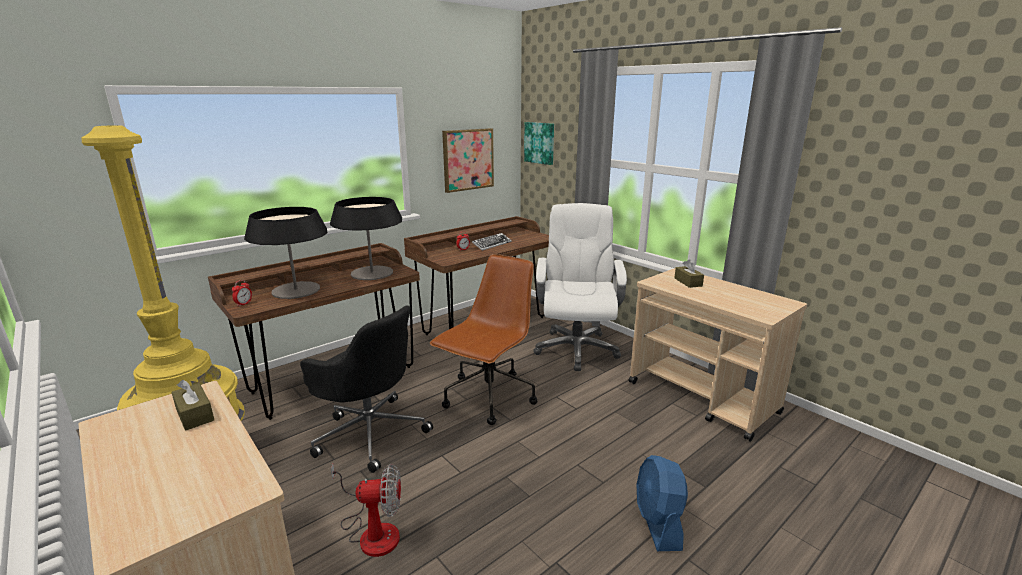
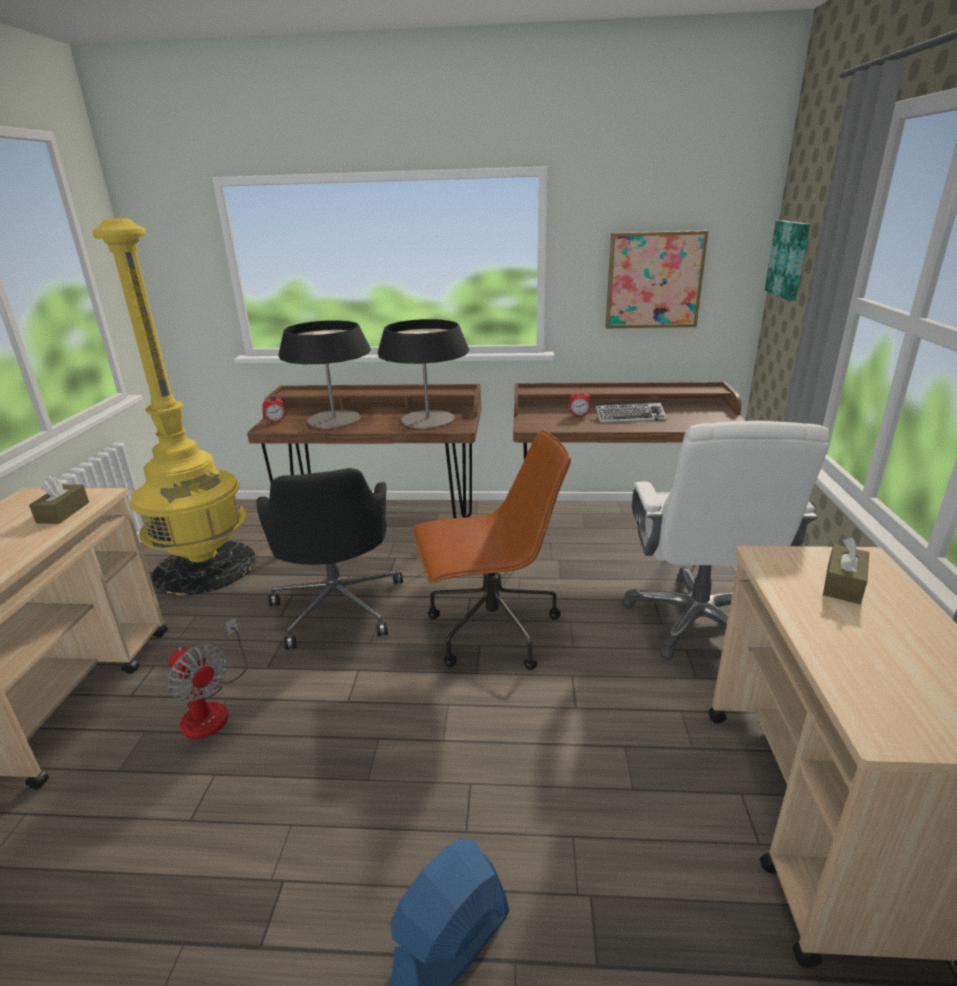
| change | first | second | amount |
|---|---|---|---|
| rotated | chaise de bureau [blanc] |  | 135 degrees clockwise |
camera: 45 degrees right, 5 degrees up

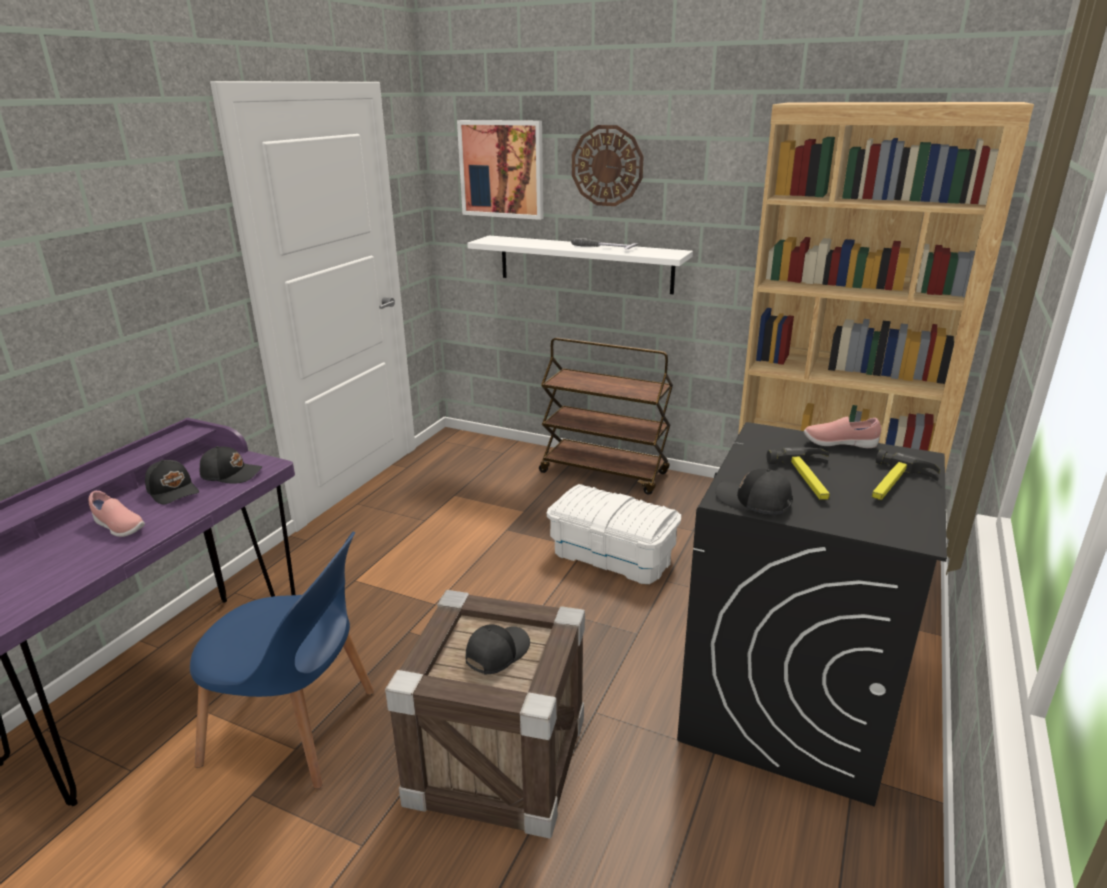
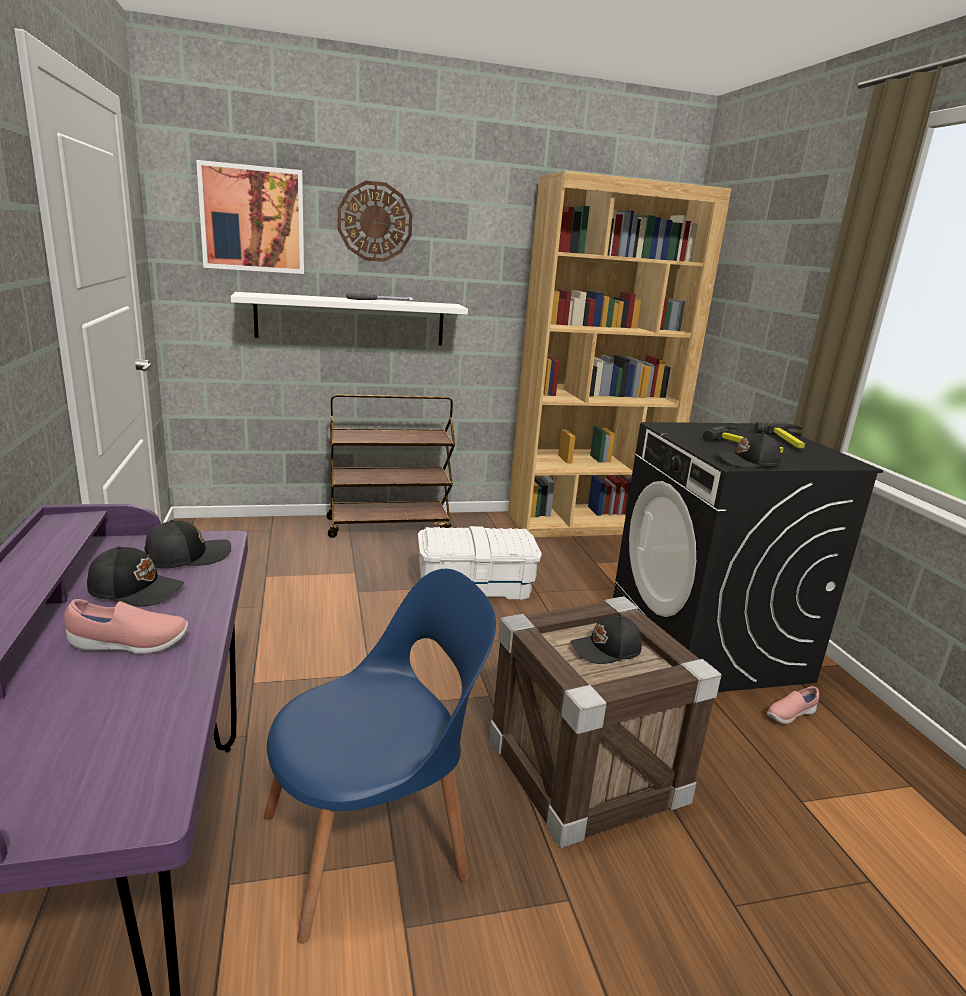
| change | first | second | amount |
|---|---|---|---|
| rotated | casquette [noir] (no. 3 from left) |  | 105 degrees counterclockwise |
| shifted | chaussure [rose] (no. 2 from left) |  |  |
camera: 40 degrees left, 5 degrees down

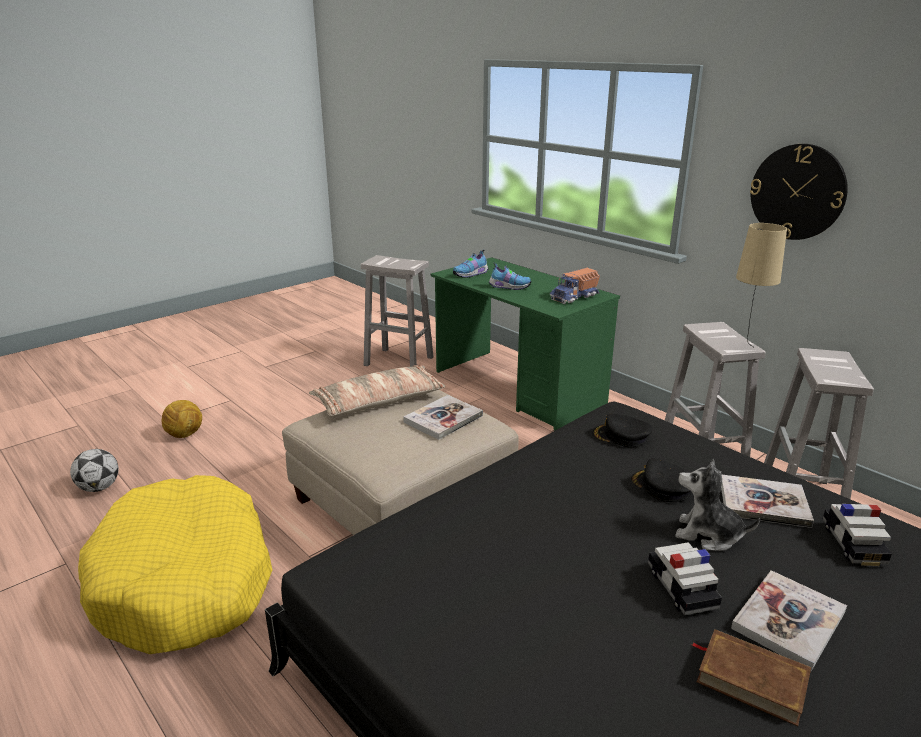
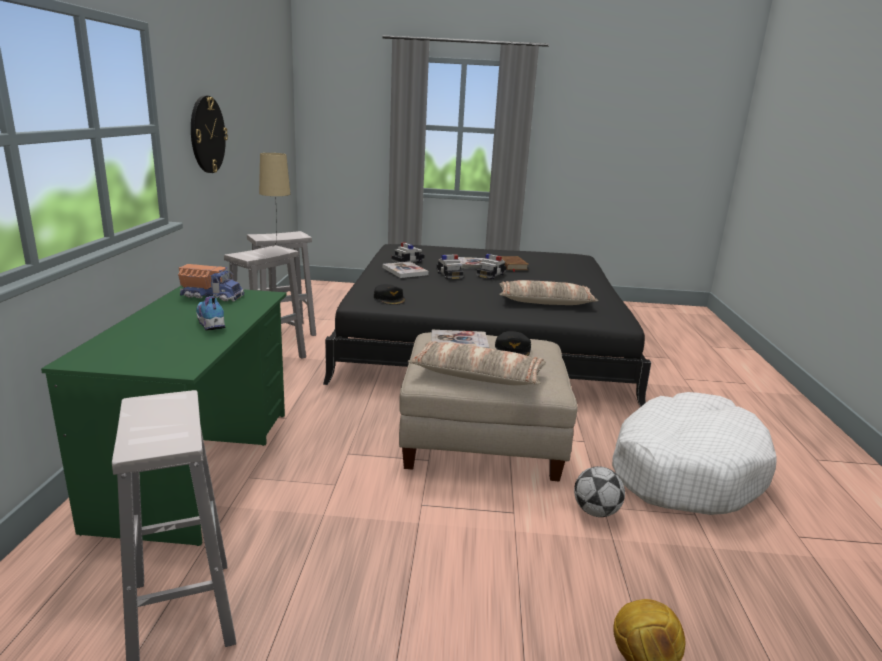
| change | first | second | amount |
|---|---|---|---|
| swapped | peluche | petite voiture (no. 2 from left) |  |
| shifted | casquette [noir] (no. 2 from left) |  |  |
| new |  | coussin (no. 2 from left) |  |
| shifted | ballon de foot (no. 1 from left) |  |  |
| repainted | panier pour chien [jaune] | panier pour chien [blanc] |  |
| gone | chaussure (no. 1 from left) |  |  |
camera: 135 degrees left, 5 degrees down

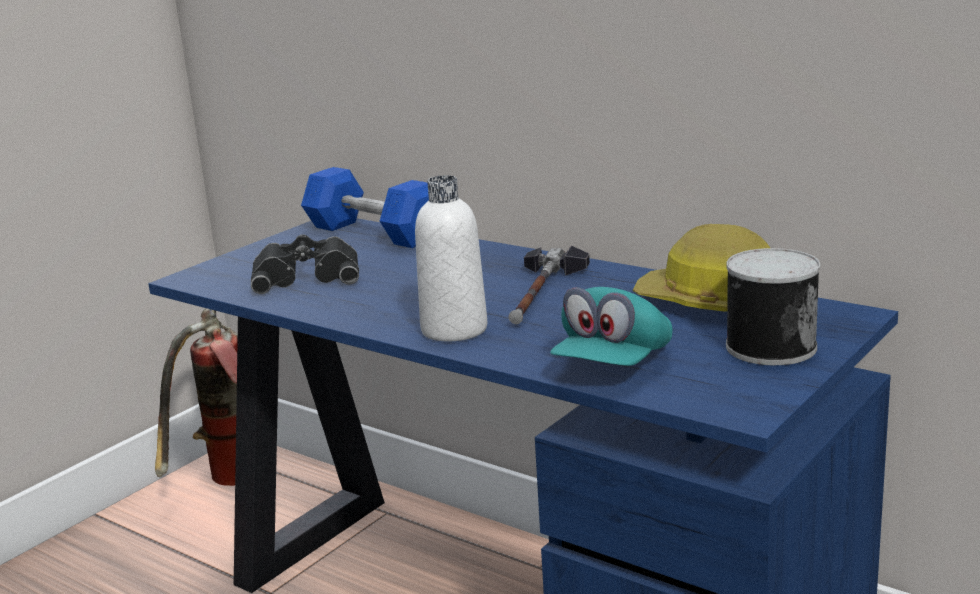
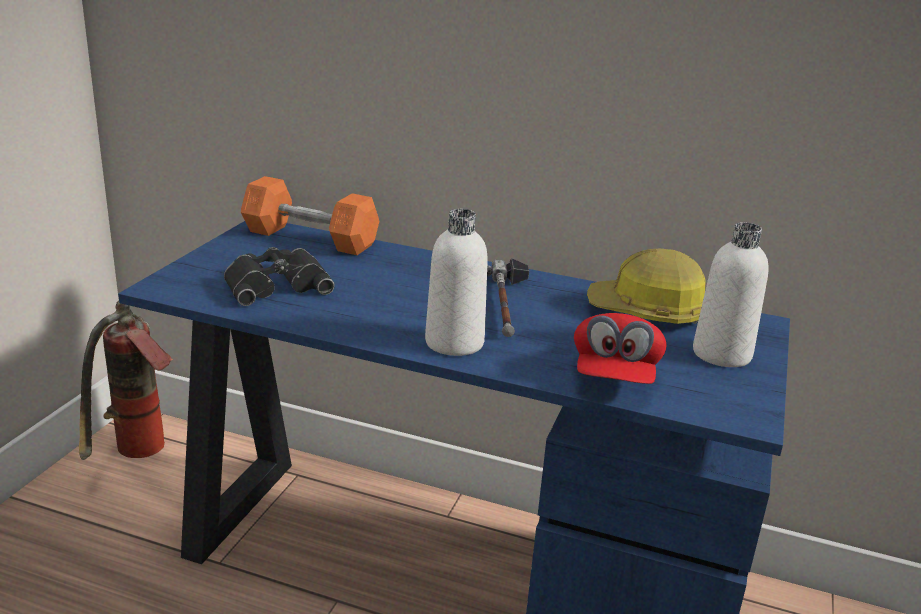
| change | first | second | amount |
|---|---|---|---|
| repainted | haltère [bleu] | haltère [orange] |  |
| repainted | casquette [turquoise] | casquette [rouge] |  |
| swapped | boîte métallique | bouteille [blanc] (no. 2 from left) |  |
camera: 20 degrees left, 5 degrees up

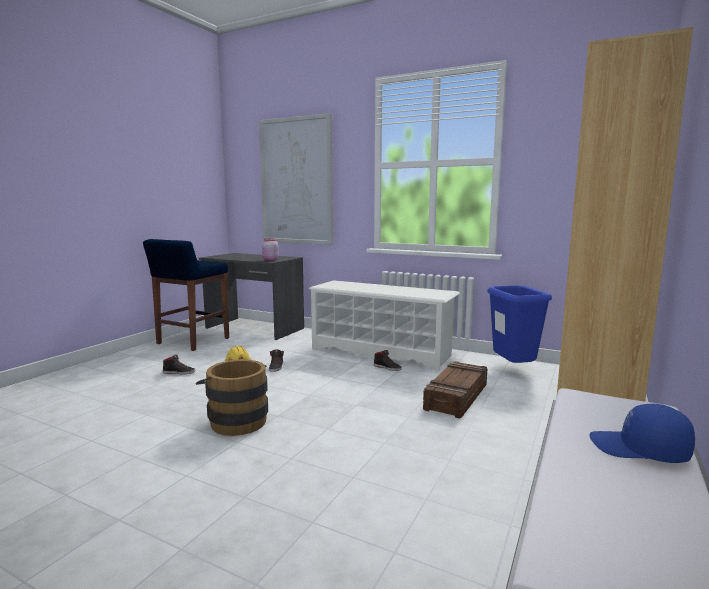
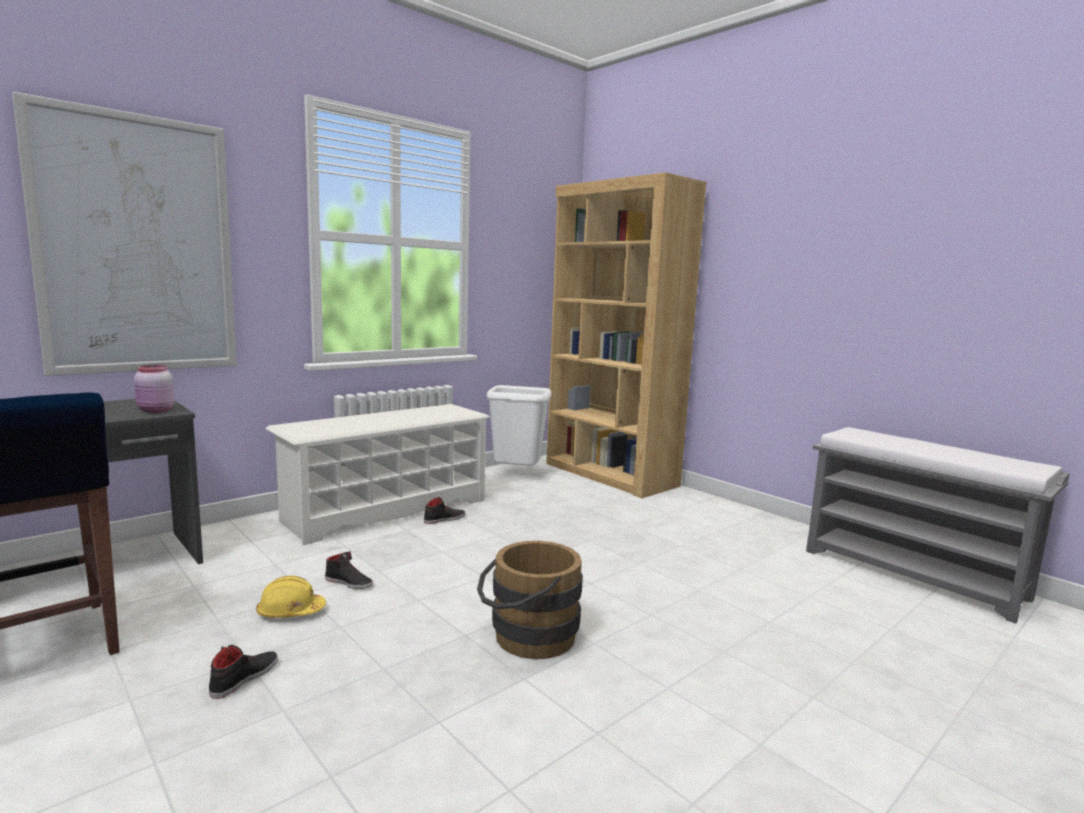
| change | first | second | amount |
|---|---|---|---|
| repainted | poubelle [bleu] | poubelle [blanc] |  |
| gone | caisse |  |  |
| gone | casquette [bleu] |  |  |
camera: 70 degrees left, 0 degrees up

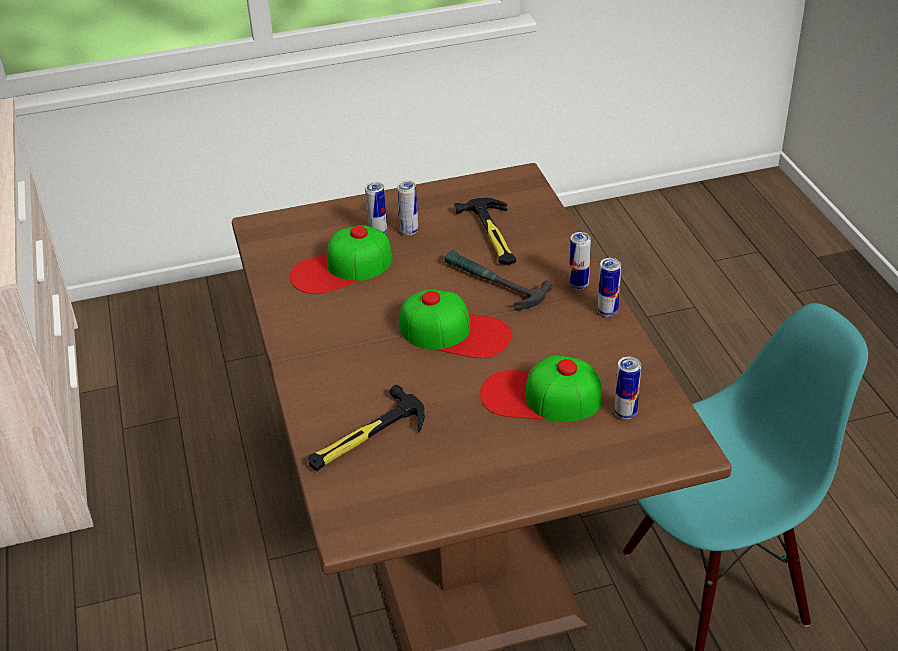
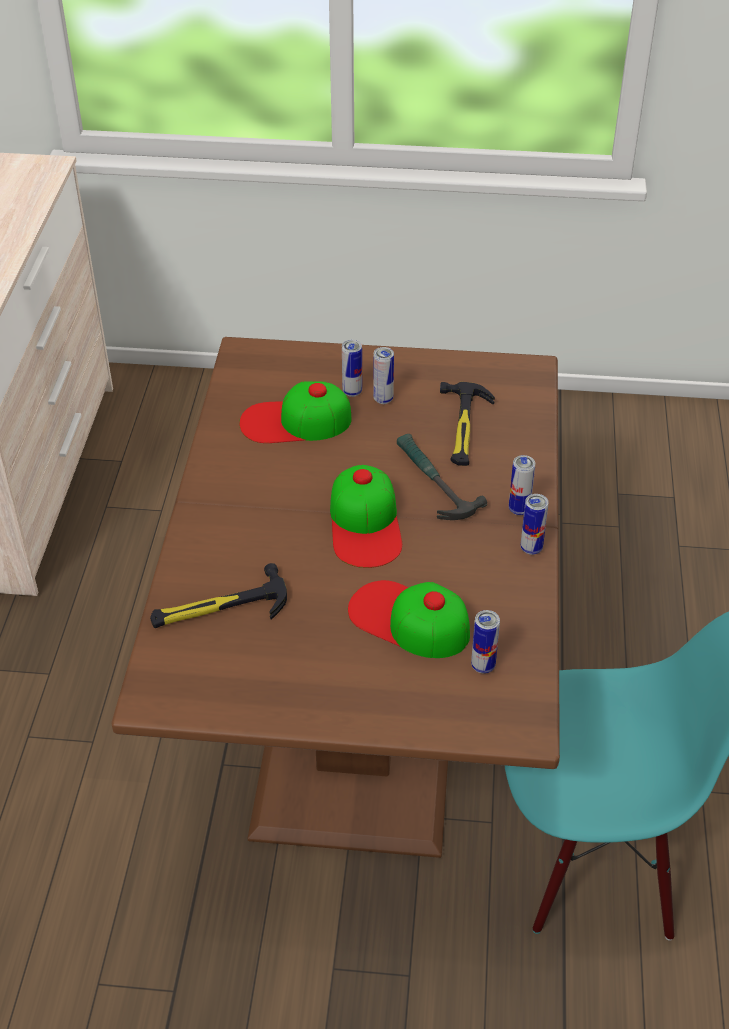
| change | first | second | amount |
|---|---|---|---|
| rotated | casquette (no. 2 from left) |  | 45 degrees clockwise |
camera: 20 degrees right, 5 degrees up

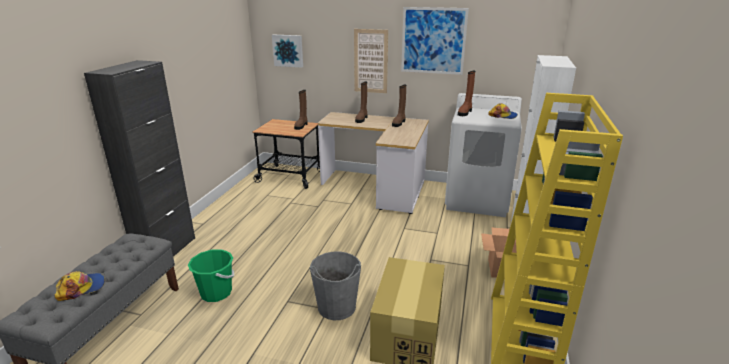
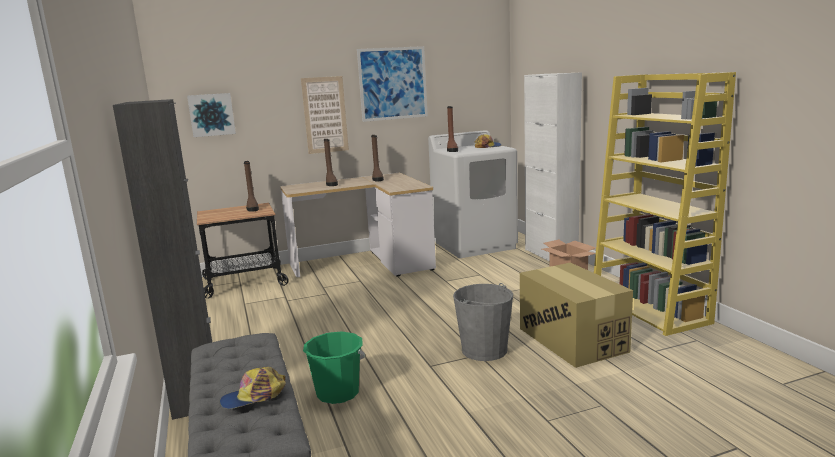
| change | first | second | amount |
|---|---|---|---|
| rotated | casquette (no. 1 from left) |  | 135 degrees counterclockwise |
camera: 35 degrees left, 10 degrees down

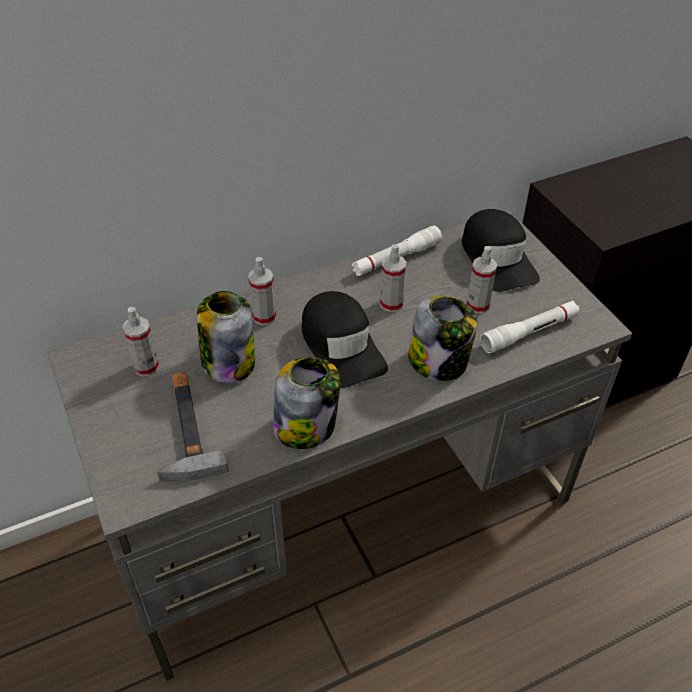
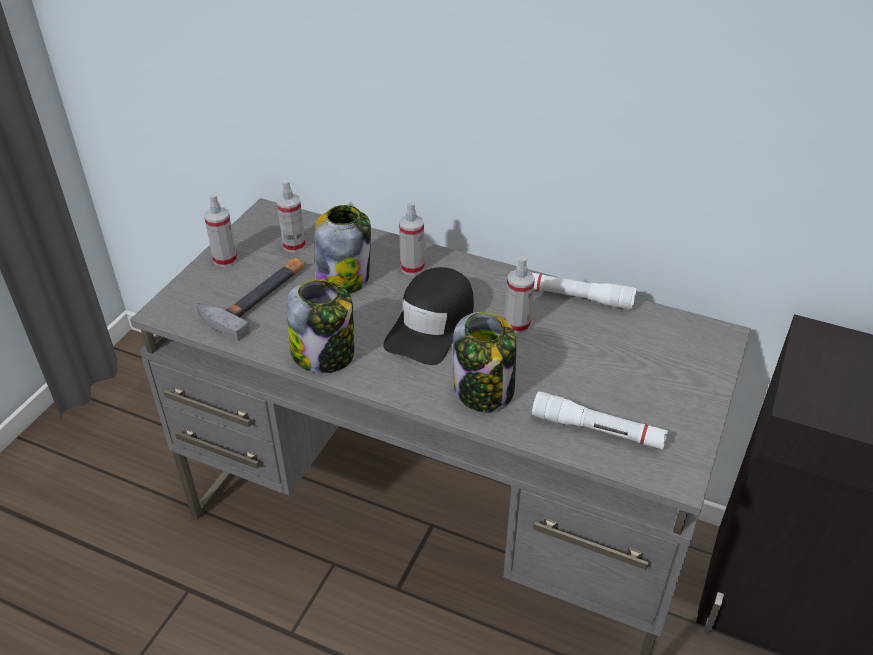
| change | first | second | amount |
|---|---|---|---|
| shifted | vaporisateur (no. 4 from left in the first image) | vaporisateur (no. 1 from left) |  |
| gone | casquette [noir] (no. 2 from left) |  |  |
camera: 50 degrees right, 5 degrees down

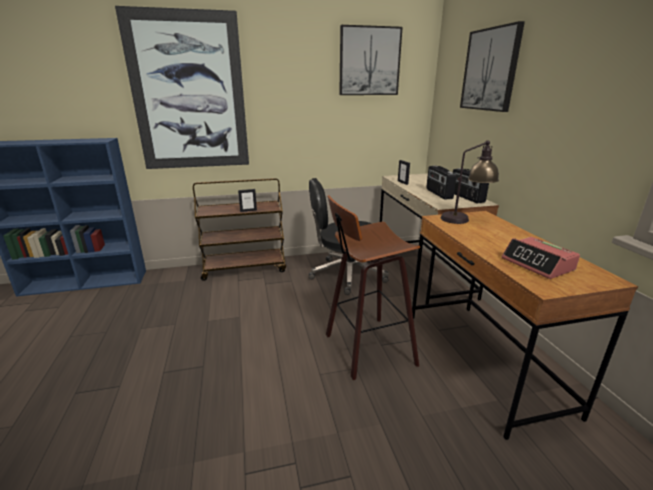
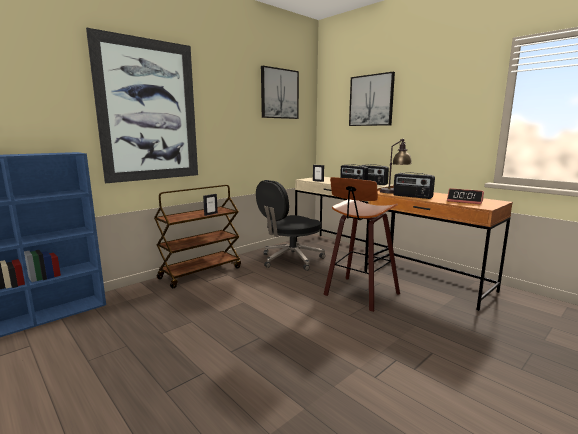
| change | first | second | amount |
|---|---|---|---|
| new |  | radio (no. 3 from left) |  |
camera: 30 degrees left, 10 degrees down

